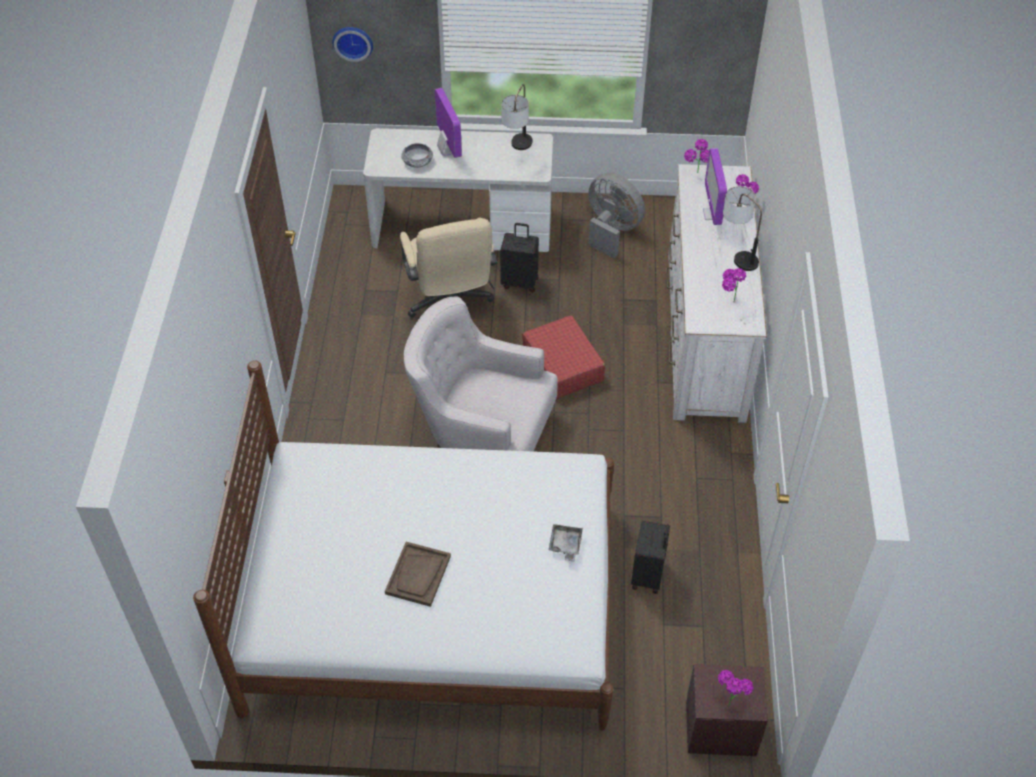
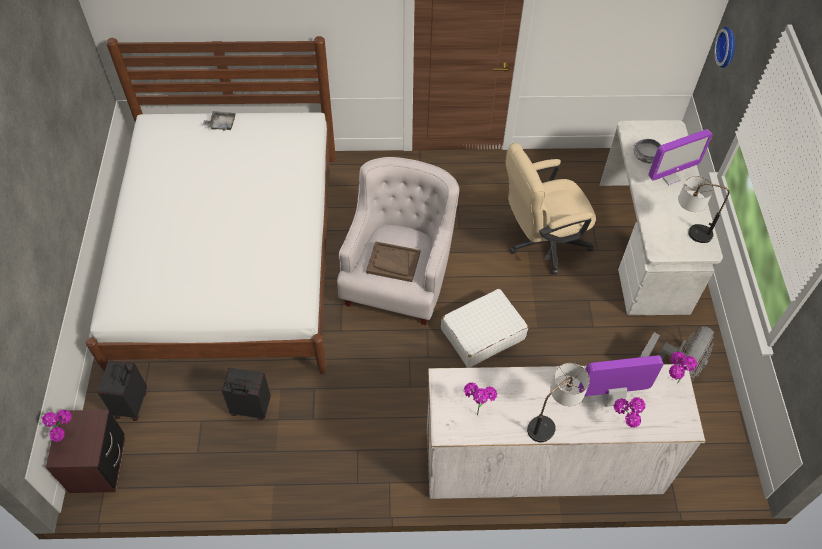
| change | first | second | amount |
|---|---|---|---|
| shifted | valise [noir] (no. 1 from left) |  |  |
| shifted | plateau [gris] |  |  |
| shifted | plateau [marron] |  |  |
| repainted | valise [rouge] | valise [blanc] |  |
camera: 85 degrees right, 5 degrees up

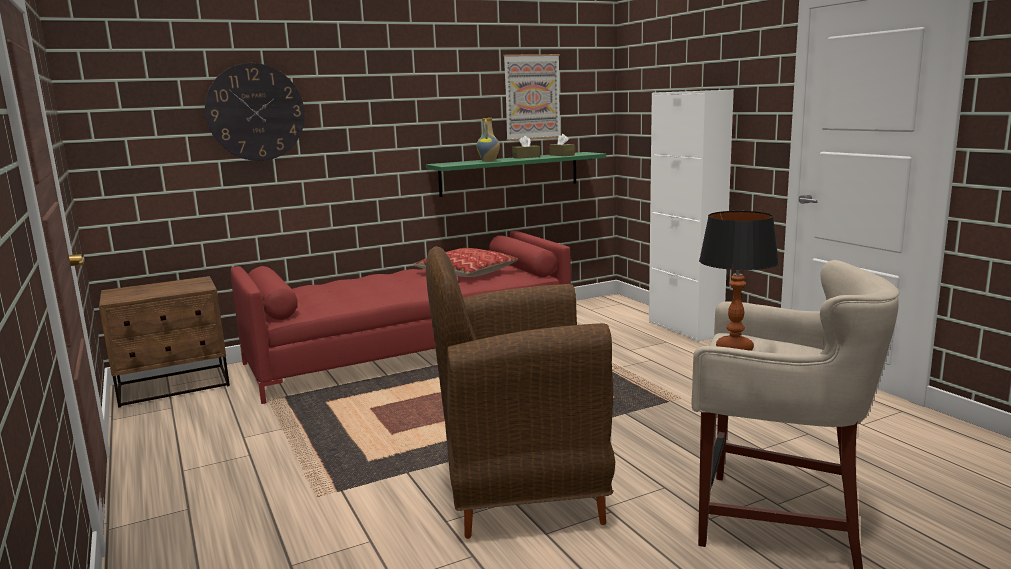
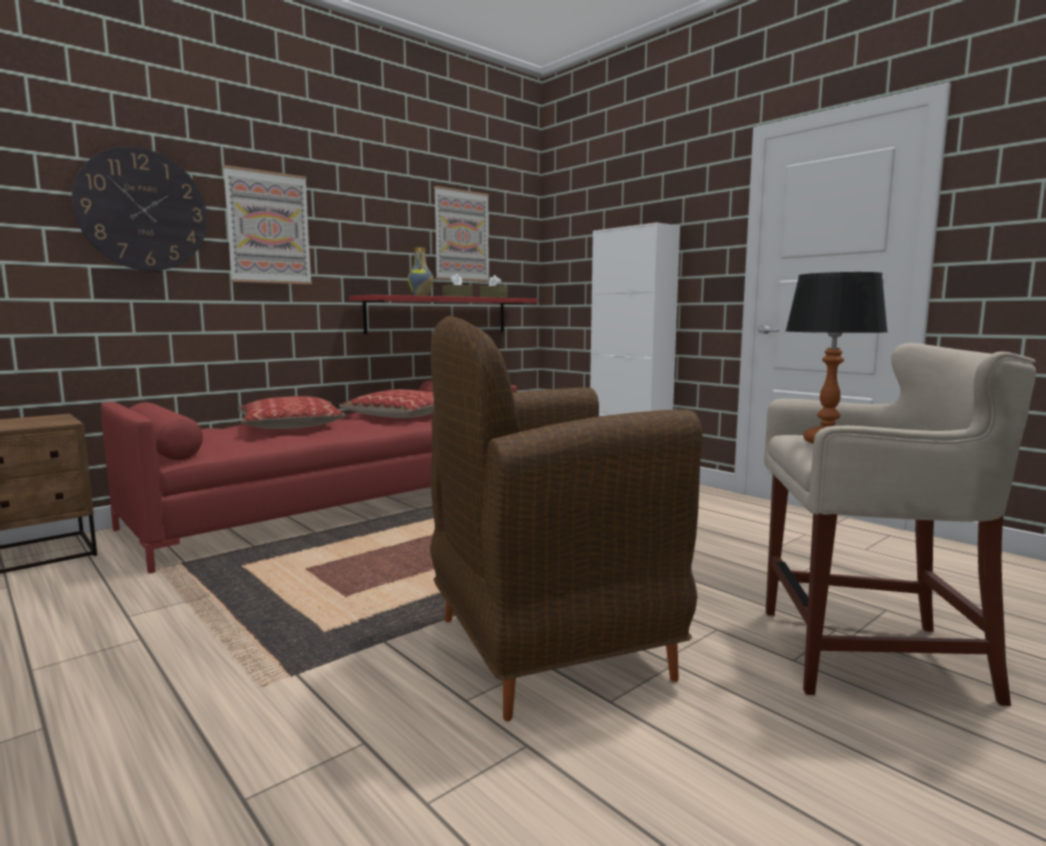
| change | first | second | amount |
|---|---|---|---|
| new |  | tableau (no. 1 from left) |  |
| new |  | coussin (no. 1 from left) |  |
| repainted | étagère [vert] | étagère [rouge] |  |
camera: 15 degrees left, 5 degrees down

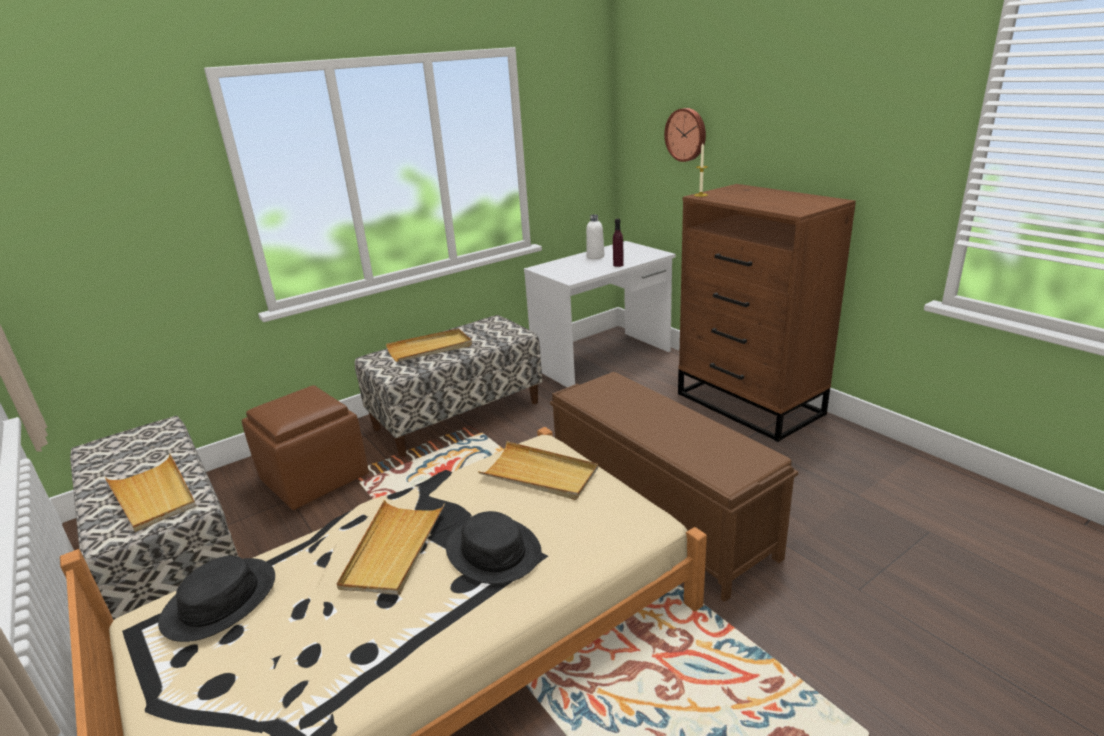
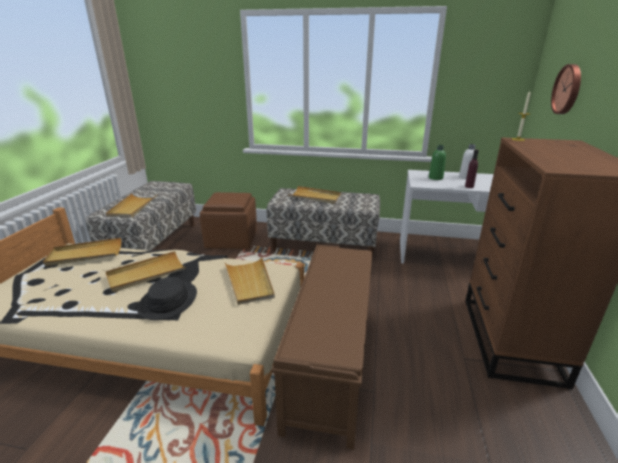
| change | first | second | amount |
|---|---|---|---|
| swapped | chapeau [noir] (no. 1 from left) | plateau [beige] (no. 1 from left) |  |
| new |  | bouteille [vert] |  |
camera: 45 degrees right, 0 degrees up

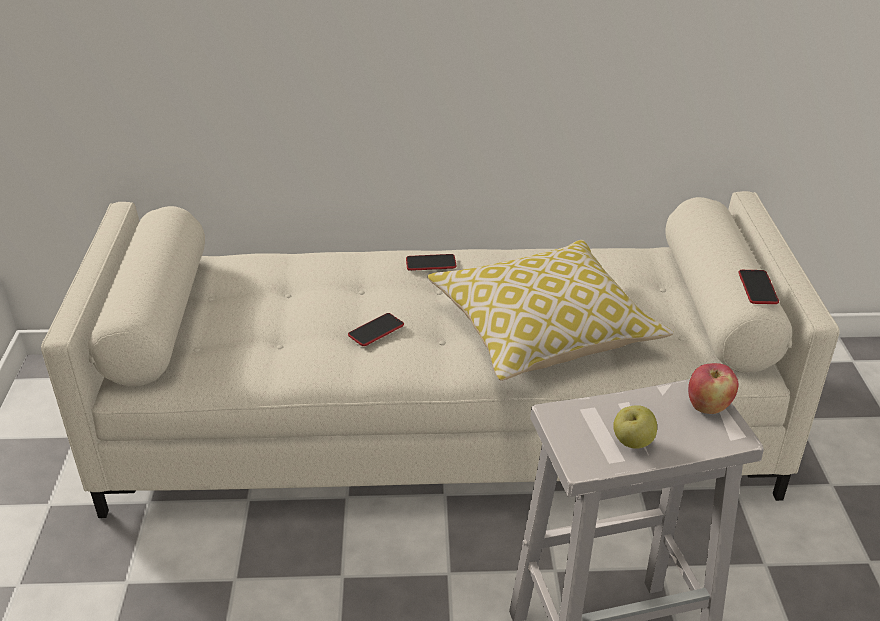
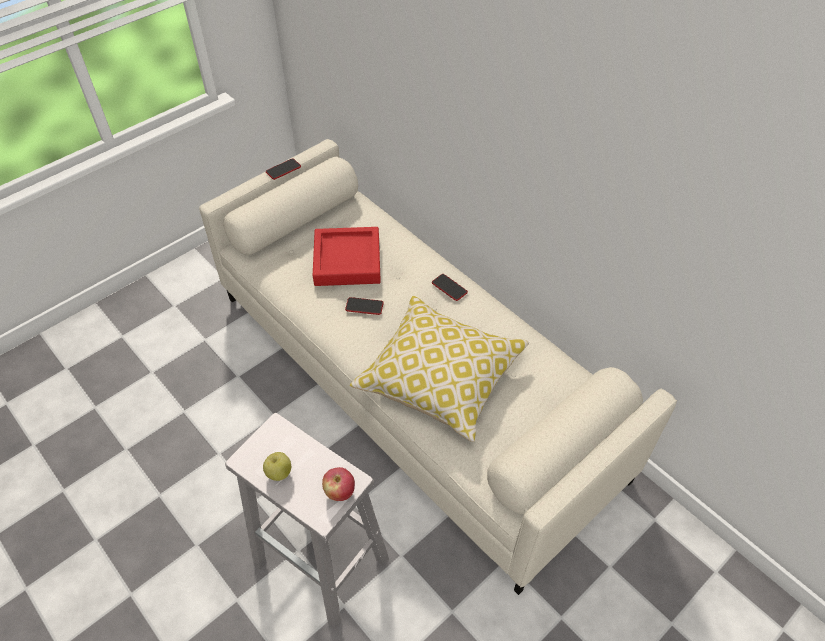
| change | first | second | amount |
|---|---|---|---|
| shifted | téléphone (no. 3 from left in the first image) | téléphone (no. 1 from left) |  |
| new |  | plateau [rouge] |  |
camera: 50 degrees right, 15 degrees up

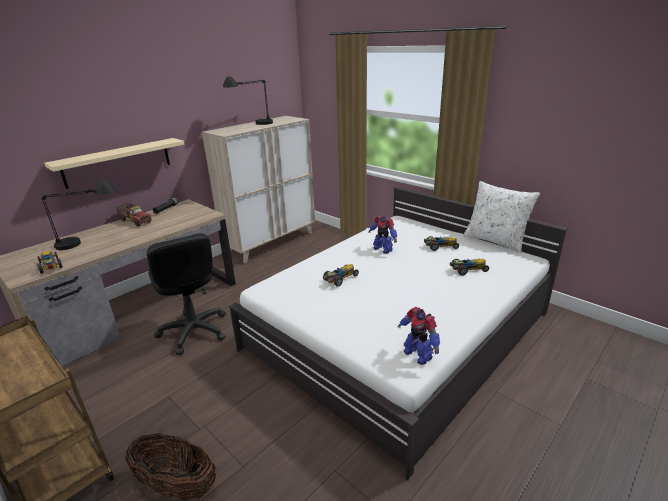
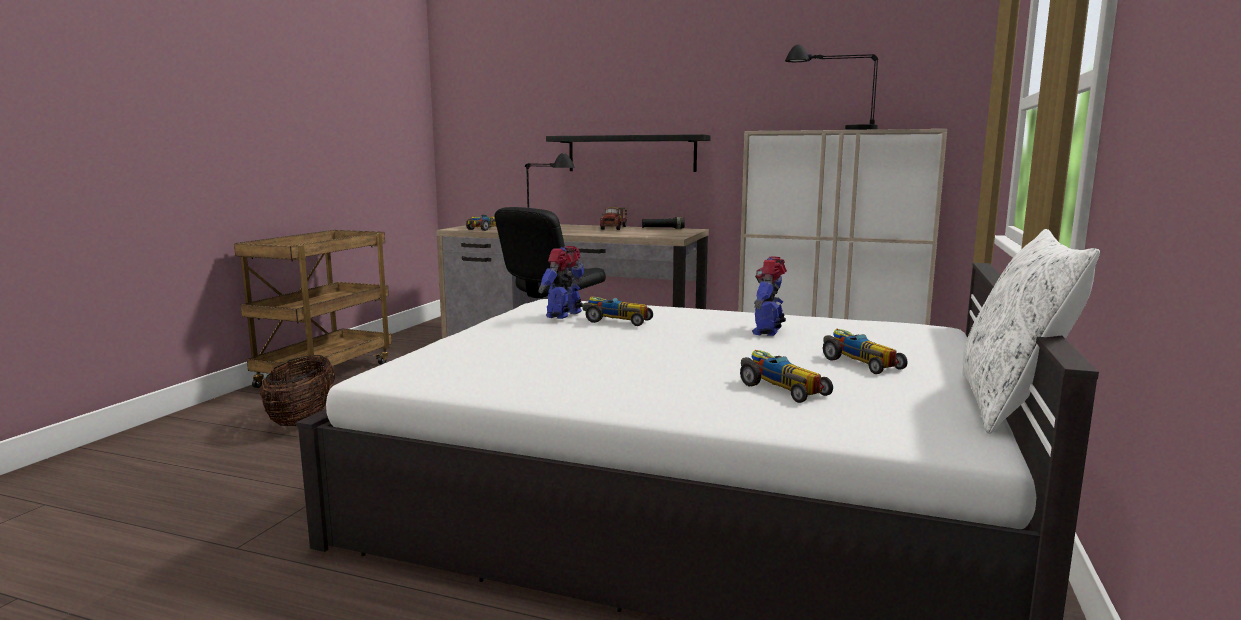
| change | first | second | amount |
|---|---|---|---|
| shifted | robot jouet (no. 2 from left in the first image) | robot jouet (no. 1 from left) |  |
| repainted | étagère [beige] | étagère [noir] |  |
camera: 65 degrees right, 15 degrees down

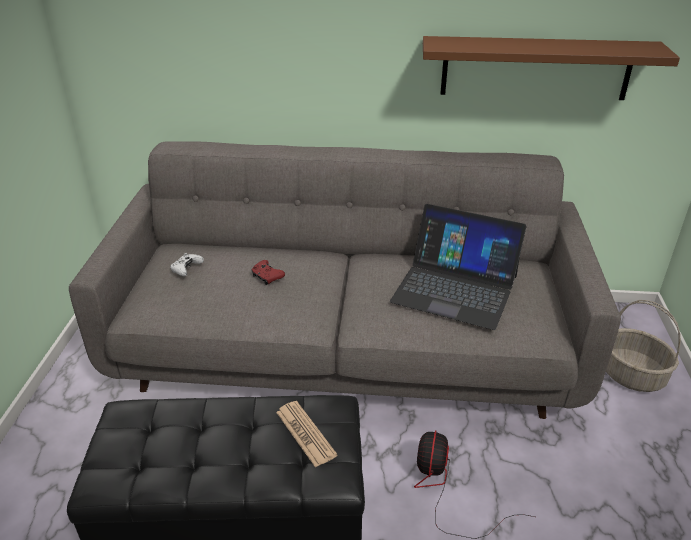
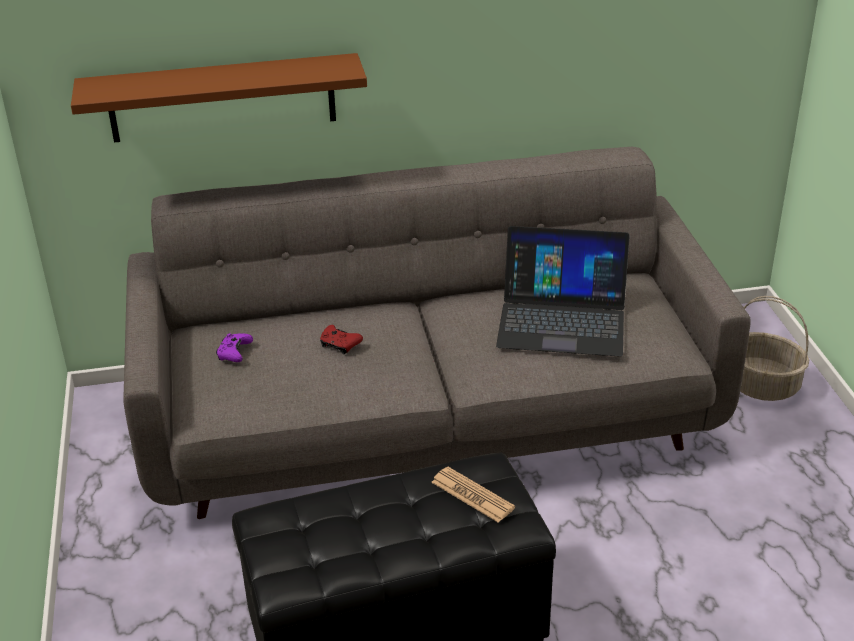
| change | first | second | amount |
|---|---|---|---|
| shifted | étagère [marron] |  |  |
| repainted | manette [blanc] | manette [violet] |  |
| gone | ventilateur |  |  |
camera: 15 degrees left, 0 degrees up

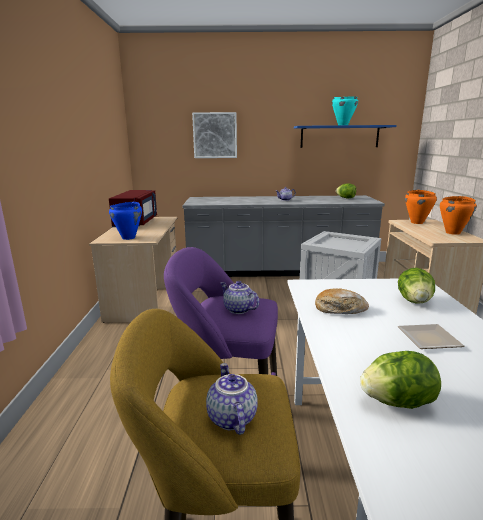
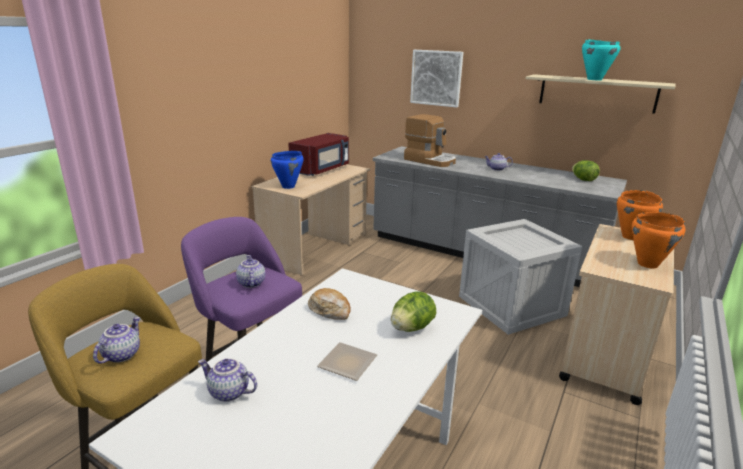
| change | first | second | amount |
|---|---|---|---|
| swapped | laitue (no. 2 from left) | théière (no. 2 from left) |  |
| new |  | machine à café |  |
| repainted | étagère [bleu] | étagère [beige] |  |
camera: 30 degrees right, 5 degrees up

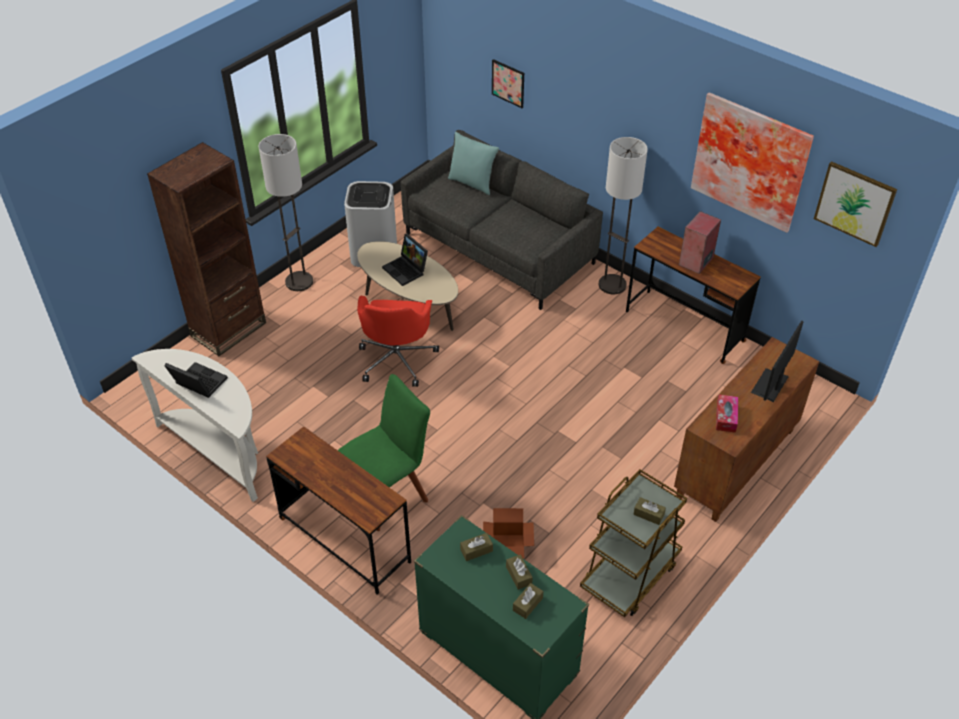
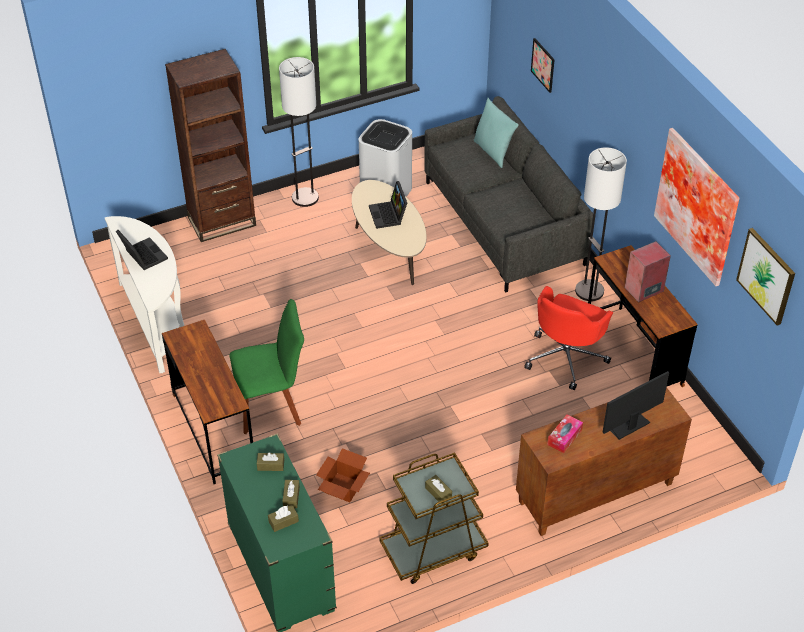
| change | first | second | amount |
|---|---|---|---|
| shifted | chaise de bureau [rouge] |  |  |
camera: 25 degrees right, 0 degrees up

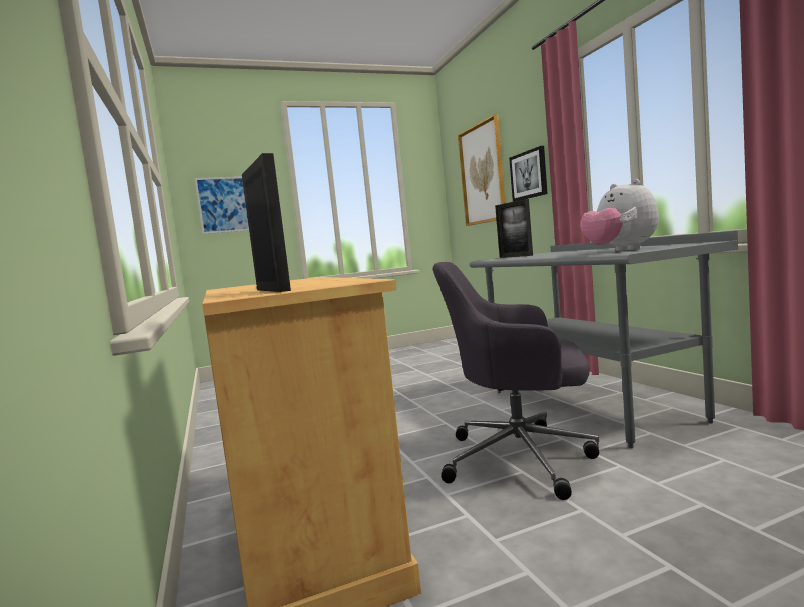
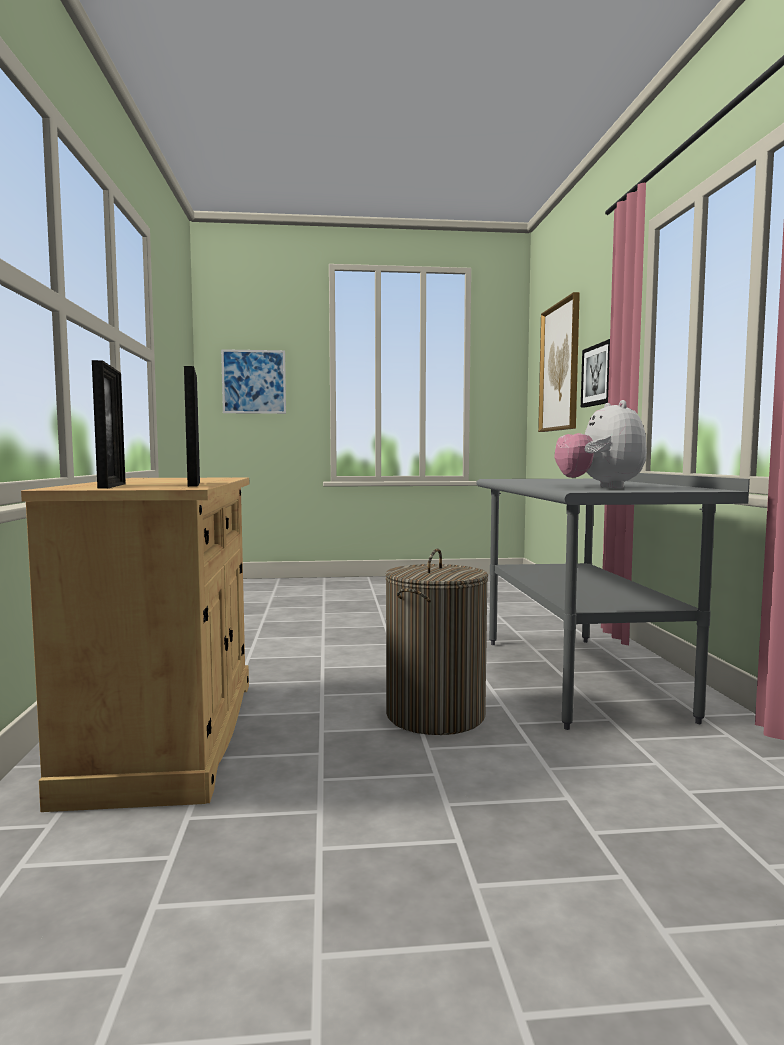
| change | first | second | amount |
|---|---|---|---|
| shifted | cadre photo (no. 2 from left) |  |  |
| swapped | chaise de bureau [gris] | panier à linge |  |
camera: 15 degrees right, 0 degrees up

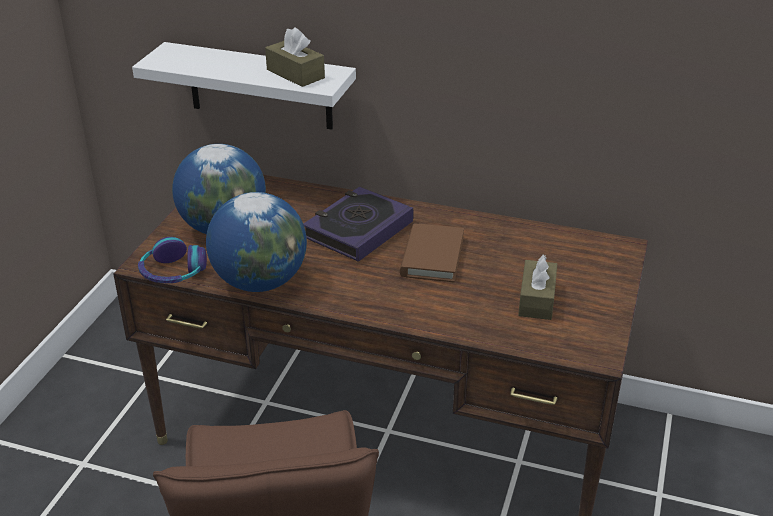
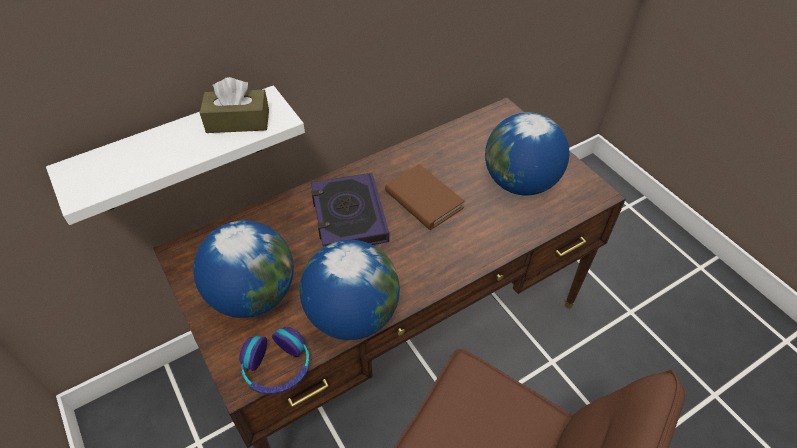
| change | first | second | amount |
|---|---|---|---|
| swapped | boîte à mouchoirs [marron] (no. 2 from left) | globe (no. 3 from left) |  |
camera: 50 degrees left, 15 degrees up

